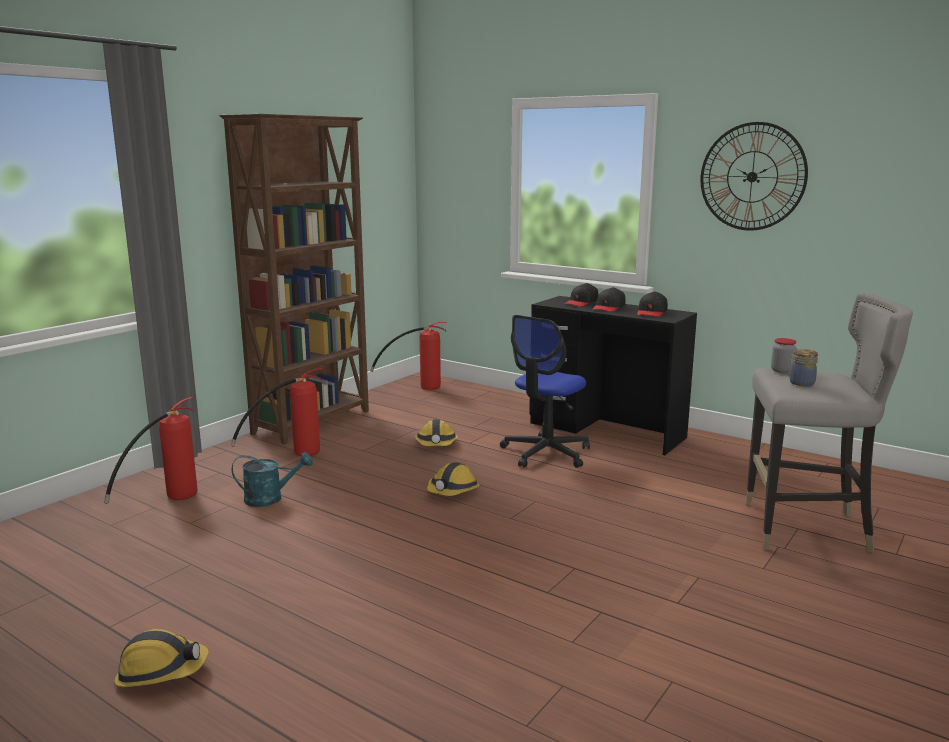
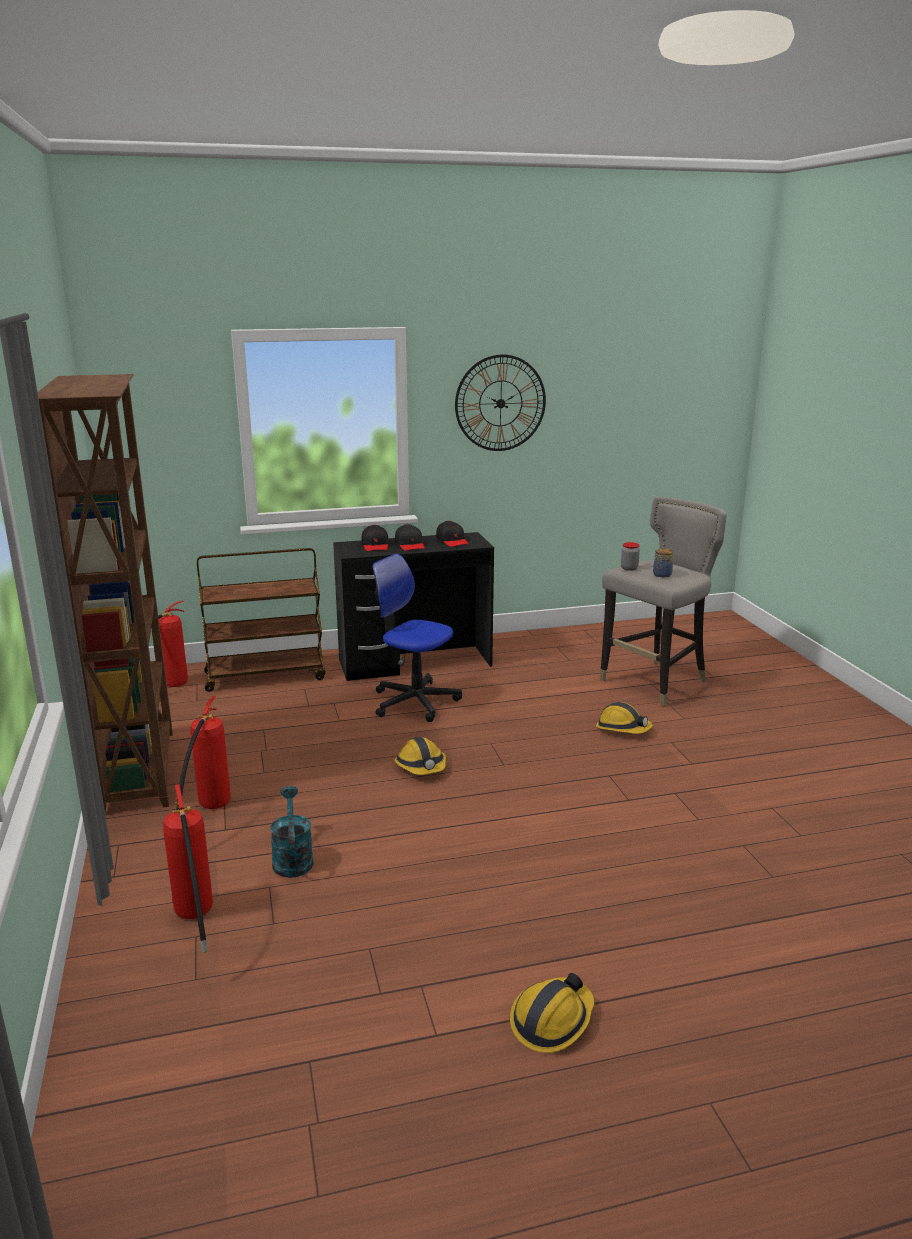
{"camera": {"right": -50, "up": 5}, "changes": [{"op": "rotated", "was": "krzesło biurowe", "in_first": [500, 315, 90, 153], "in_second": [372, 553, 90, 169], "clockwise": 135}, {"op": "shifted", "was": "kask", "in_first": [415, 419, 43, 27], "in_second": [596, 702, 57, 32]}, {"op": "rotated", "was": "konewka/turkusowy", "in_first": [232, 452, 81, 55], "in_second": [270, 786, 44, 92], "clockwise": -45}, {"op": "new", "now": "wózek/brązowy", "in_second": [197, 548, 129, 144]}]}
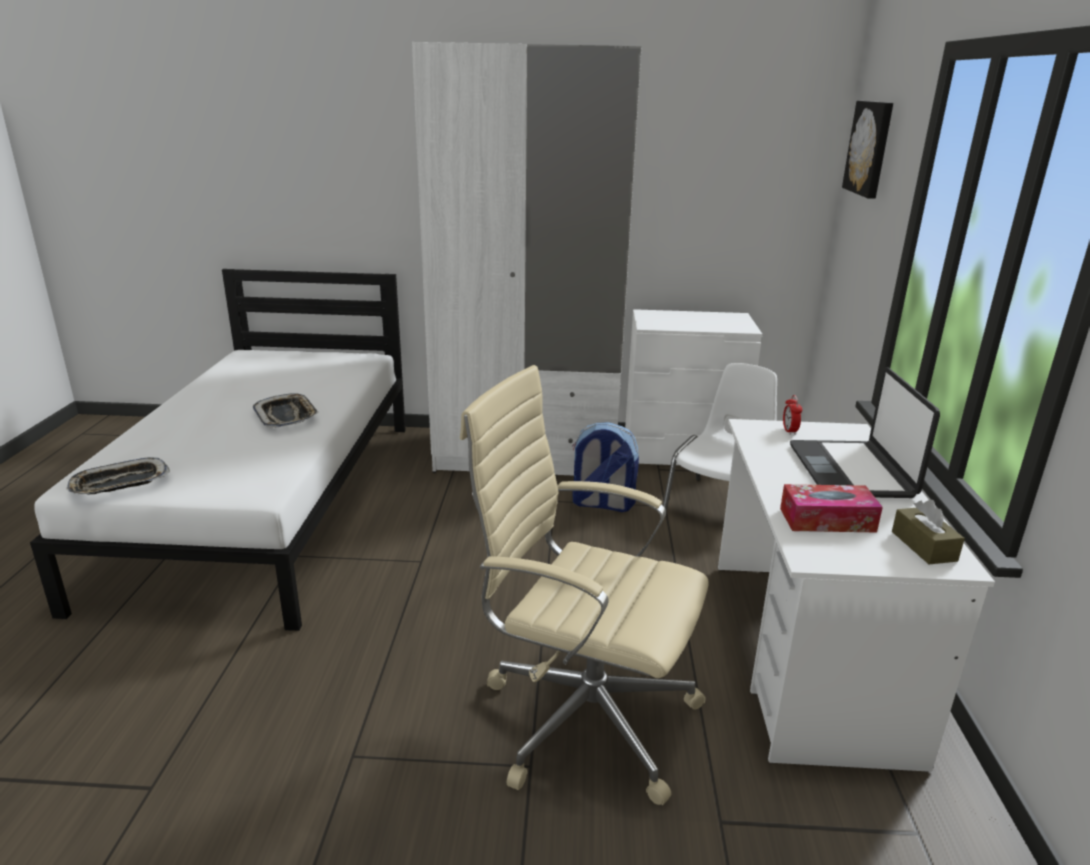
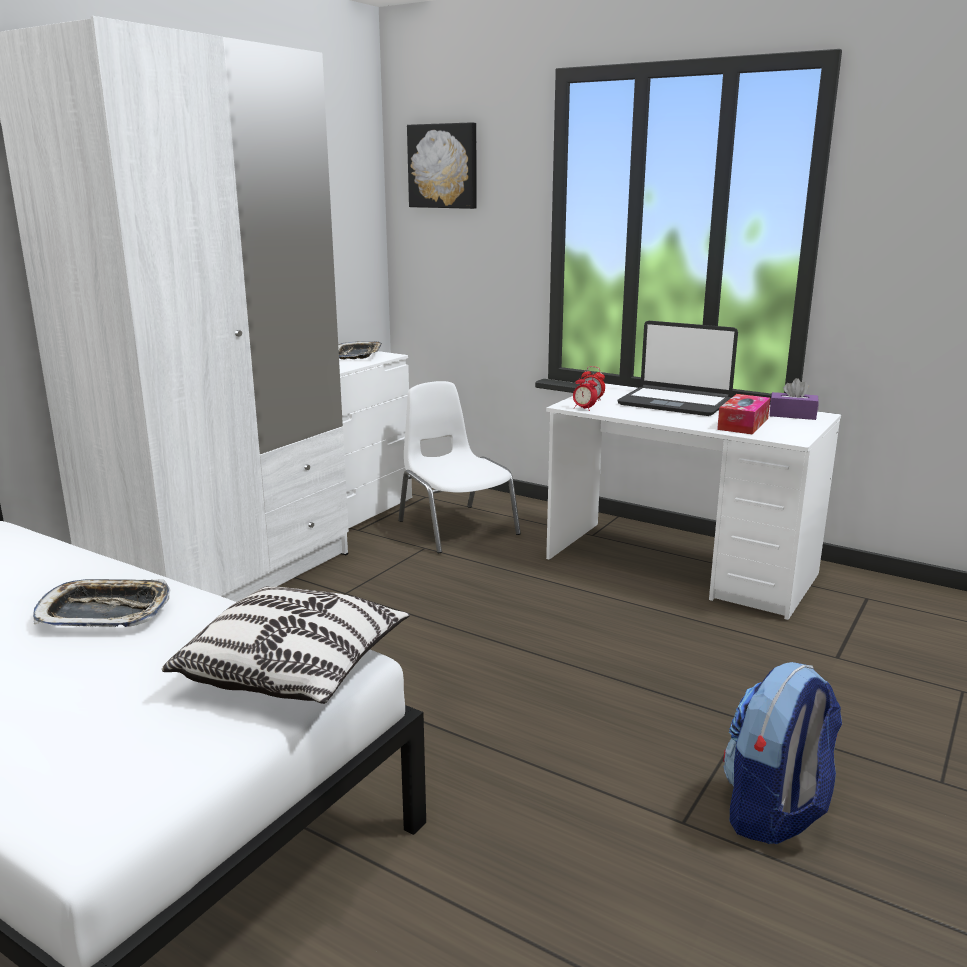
{"camera": {"right": -60, "up": -5}, "changes": [{"op": "gone", "was": "krzesło biurowe/beżowy", "in_first": [460, 365, 249, 440]}, {"op": "shifted", "was": "plecak", "in_first": [572, 422, 67, 90], "in_second": [723, 662, 119, 182]}, {"op": "shifted", "was": "taca", "in_first": [66, 457, 104, 38], "in_second": [338, 341, 44, 18]}, {"op": "repainted", "was": "pudełko chusteczek/brązowy", "now": "pudełko chusteczek/fioletowy", "in_first": [892, 499, 73, 66], "in_second": [769, 378, 50, 42]}, {"op": "new", "now": "budzik", "in_second": [573, 374, 25, 37]}, {"op": "new", "now": "poduszka", "in_second": [162, 586, 248, 118]}]}
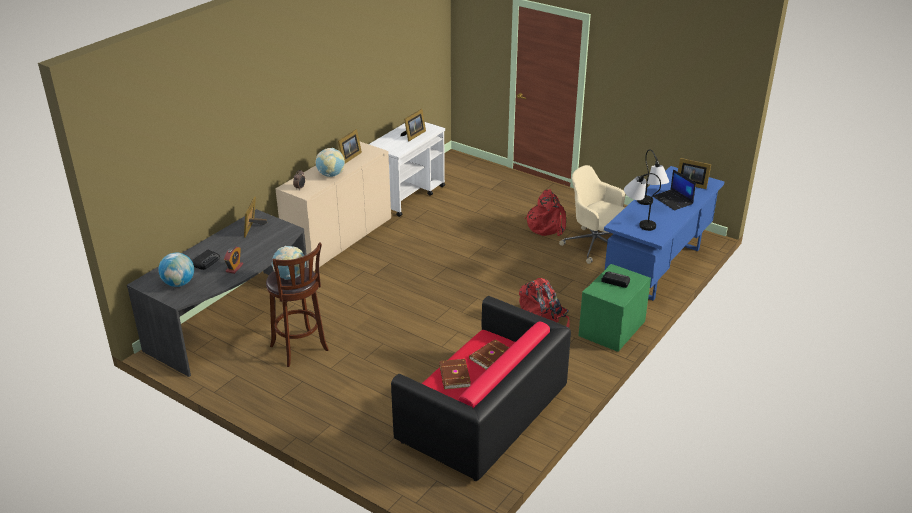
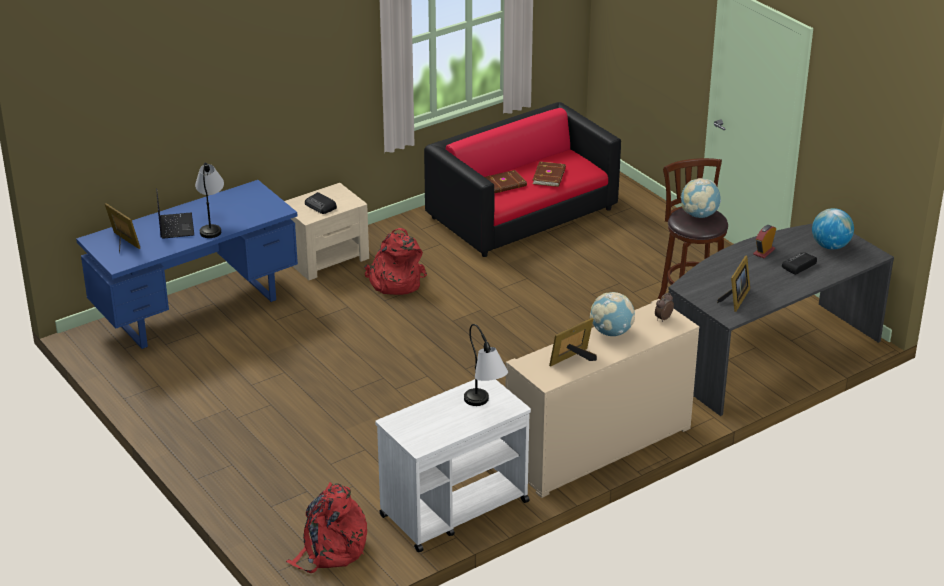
{"camera": {"right": -160, "up": 0}, "changes": [{"op": "gone", "was": "ramka na zdjęcie", "in_first": [401, 109, 25, 32]}, {"op": "gone", "was": "krzesło biurowe/beżowy", "in_first": [559, 165, 66, 99]}, {"op": "shifted", "was": "lampa stołowa", "in_first": [624, 173, 37, 58], "in_second": [464, 324, 44, 82]}, {"op": "shifted", "was": "plecak/czerwony", "in_first": [525, 189, 41, 47], "in_second": [286, 482, 81, 91]}, {"op": "repainted", "was": "szafka nocna/zielony", "now": "szafka nocna/beżowy", "in_first": [578, 264, 73, 88], "in_second": [284, 183, 85, 97]}]}
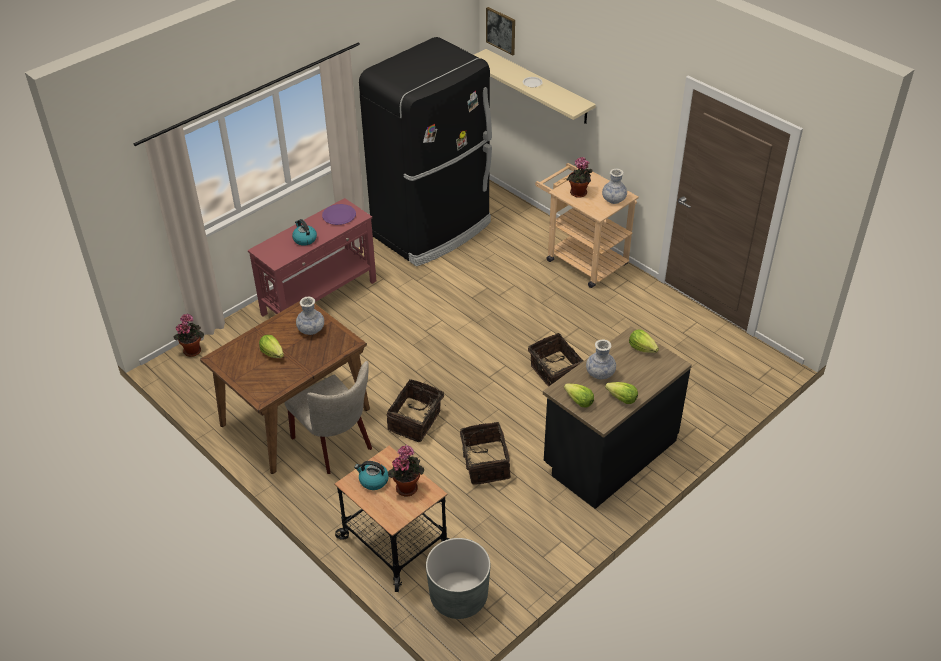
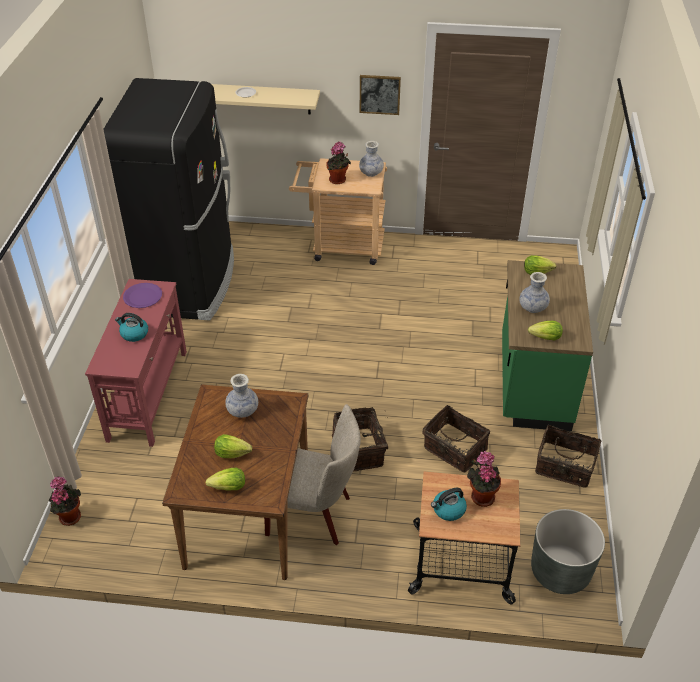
{"camera": {"right": -40, "up": 0}, "changes": [{"op": "shifted", "was": "obraz", "in_first": [486, 7, 29, 49], "in_second": [360, 75, 41, 40]}, {"op": "repainted", "was": "zabudowa kuchenna/czarny", "now": "zabudowa kuchenna/zielony", "in_first": [543, 326, 149, 183], "in_second": [502, 260, 91, 172]}, {"op": "shifted", "was": "koszyk", "in_first": [528, 333, 55, 54], "in_second": [535, 425, 66, 63]}, {"op": "shifted", "was": "sałata", "in_first": [605, 382, 33, 22], "in_second": [206, 468, 39, 23]}]}
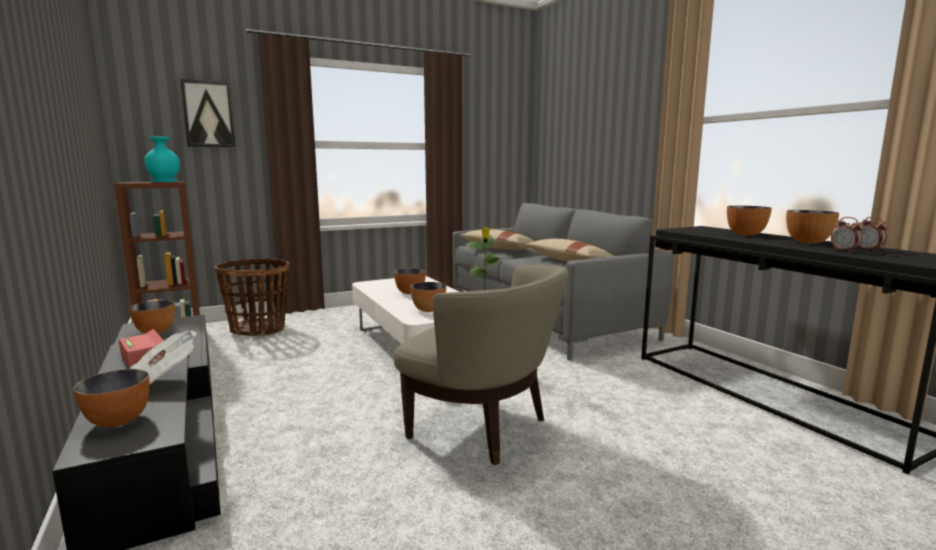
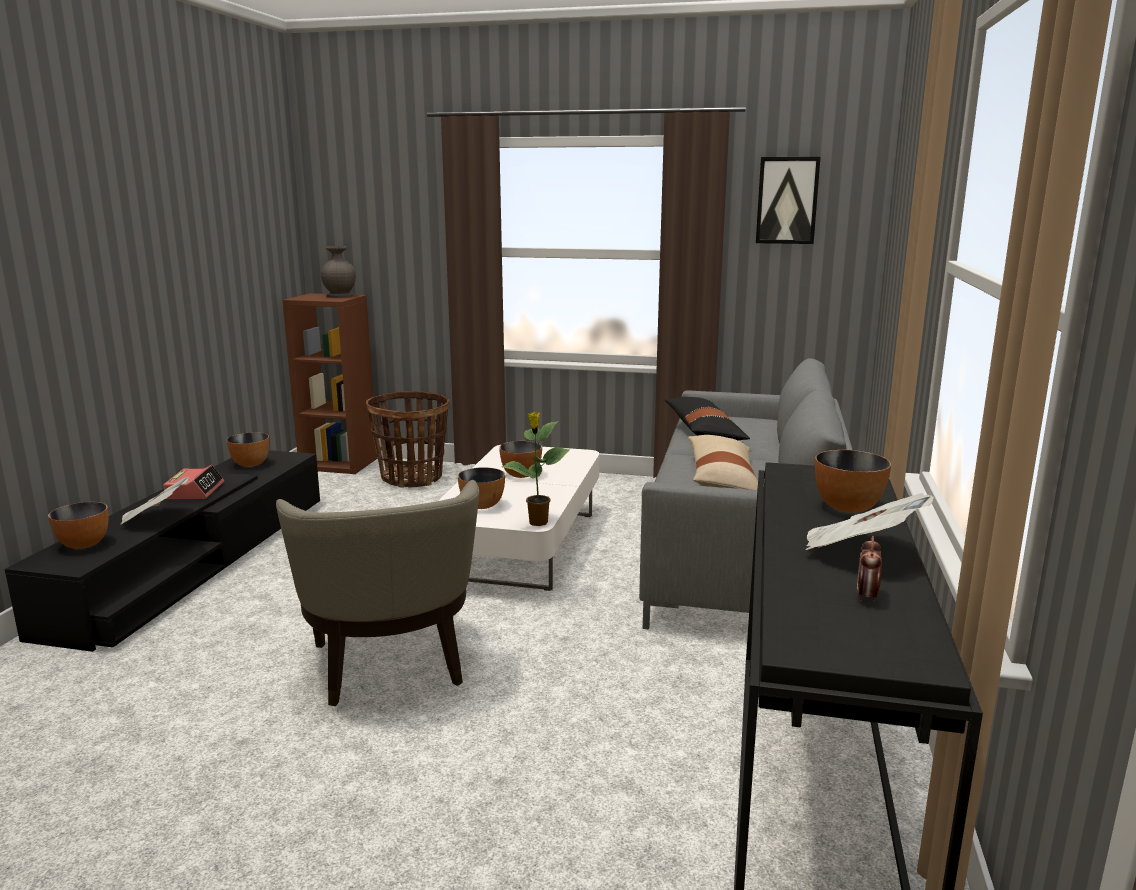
{"camera": {"right": 40, "up": 5}, "changes": [{"op": "shifted", "was": "obraz", "in_first": [180, 79, 55, 68], "in_second": [756, 157, 65, 87]}, {"op": "repainted", "was": "wazon/turkusowy", "now": "wazon/szary", "in_first": [144, 136, 36, 46], "in_second": [321, 246, 35, 52]}, {"op": "swapped", "was": "miska", "now": "gazeta", "in_first": [786, 210, 53, 34], "in_second": [805, 493, 129, 57]}, {"op": "gone", "was": "budzik", "in_first": [831, 217, 32, 35]}, {"op": "repainted", "was": "poduszka/beżowy", "now": "poduszka/czarny", "in_first": [460, 229, 75, 21], "in_second": [665, 397, 85, 44]}]}
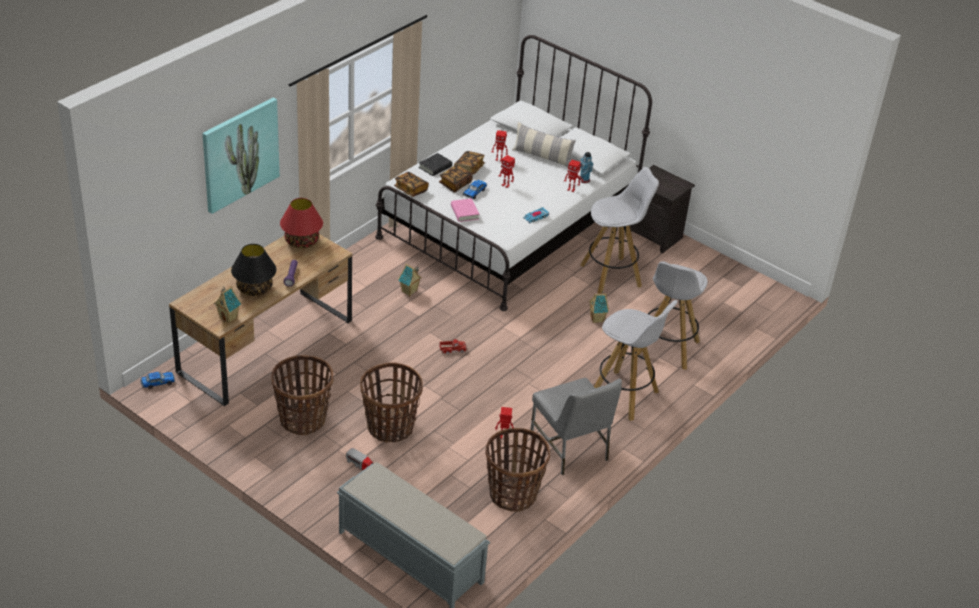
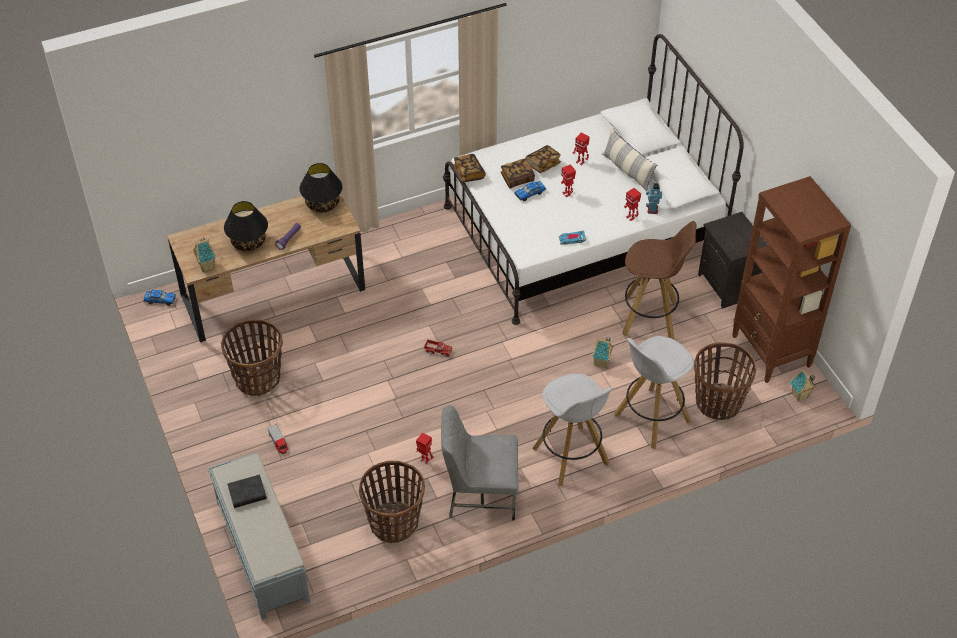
{"camera": {"right": 30, "up": 10}, "changes": [{"op": "gone", "was": "obraz", "in_first": [202, 97, 78, 117]}, {"op": "shifted", "was": "książka/czarny", "in_first": [419, 153, 33, 23], "in_second": [227, 475, 40, 33]}, {"op": "repainted", "was": "stołek/biały", "now": "stołek/brązowy", "in_first": [580, 167, 79, 127], "in_second": [622, 221, 75, 118]}, {"op": "repainted", "was": "lampa stołowa/czerwony", "now": "lampa stołowa/czarny", "in_first": [280, 198, 43, 50], "in_second": [299, 163, 44, 50]}, {"op": "gone", "was": "książka/różowy", "in_first": [451, 198, 28, 24]}, {"op": "shifted", "was": "domek", "in_first": [398, 263, 24, 33], "in_second": [790, 368, 26, 34]}, {"op": "shifted", "was": "koszyk", "in_first": [360, 362, 63, 81], "in_second": [694, 342, 63, 78]}, {"op": "rotated", "was": "krzesło/szary", "in_first": [530, 378, 92, 97], "in_second": [441, 405, 77, 115], "clockwise": 90}, {"op": "new", "now": "regał/brązowy", "in_second": [732, 176, 119, 207]}]}
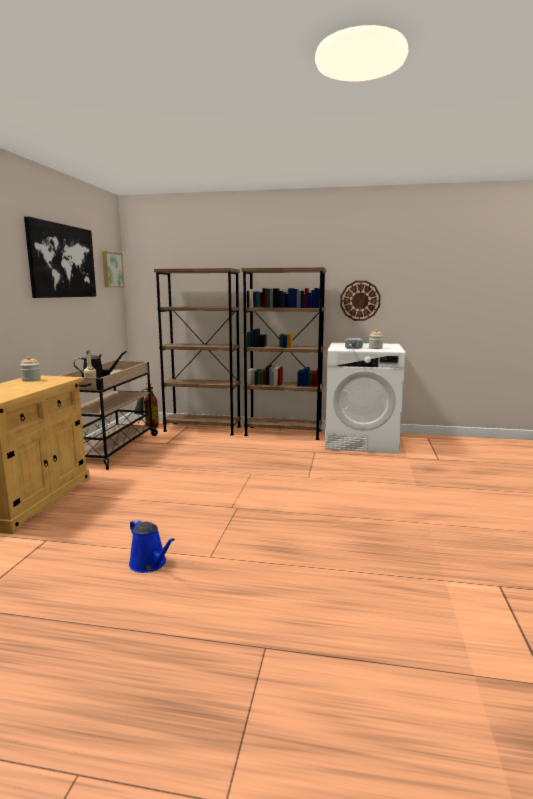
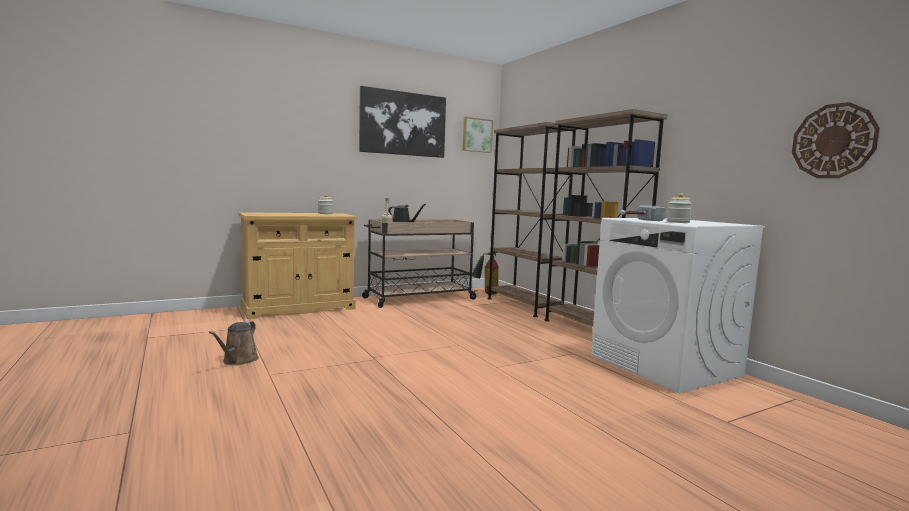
{"camera": {"right": 50, "up": -5}, "changes": [{"op": "shifted", "was": "zegar ścienny", "in_first": [340, 281, 41, 40], "in_second": [792, 102, 88, 76]}, {"op": "repainted", "was": "konewka/niebieski", "now": "konewka/brązowy", "in_first": [129, 519, 46, 54], "in_second": [209, 321, 50, 44]}]}
